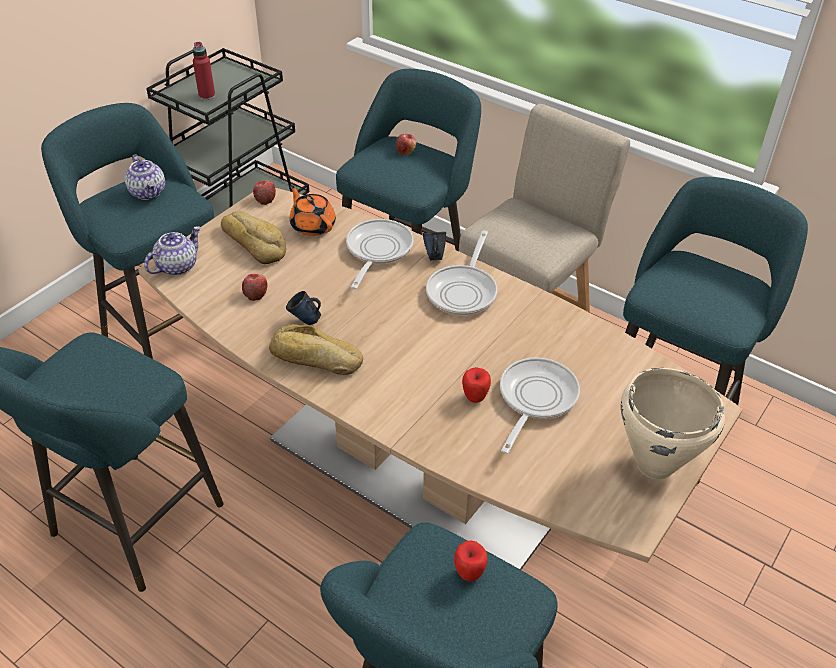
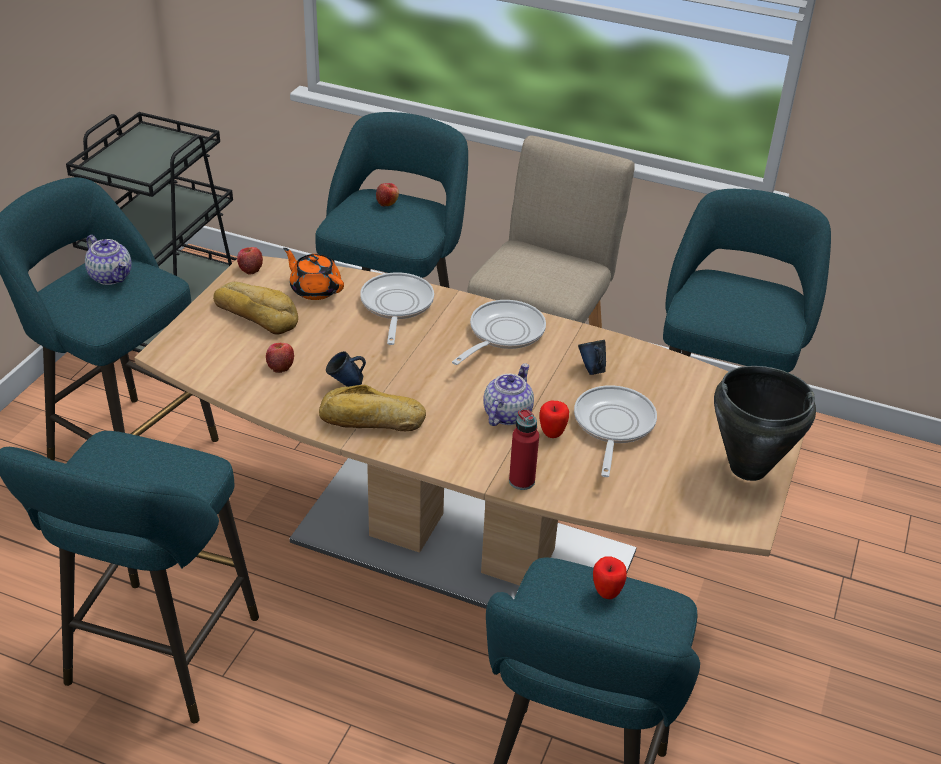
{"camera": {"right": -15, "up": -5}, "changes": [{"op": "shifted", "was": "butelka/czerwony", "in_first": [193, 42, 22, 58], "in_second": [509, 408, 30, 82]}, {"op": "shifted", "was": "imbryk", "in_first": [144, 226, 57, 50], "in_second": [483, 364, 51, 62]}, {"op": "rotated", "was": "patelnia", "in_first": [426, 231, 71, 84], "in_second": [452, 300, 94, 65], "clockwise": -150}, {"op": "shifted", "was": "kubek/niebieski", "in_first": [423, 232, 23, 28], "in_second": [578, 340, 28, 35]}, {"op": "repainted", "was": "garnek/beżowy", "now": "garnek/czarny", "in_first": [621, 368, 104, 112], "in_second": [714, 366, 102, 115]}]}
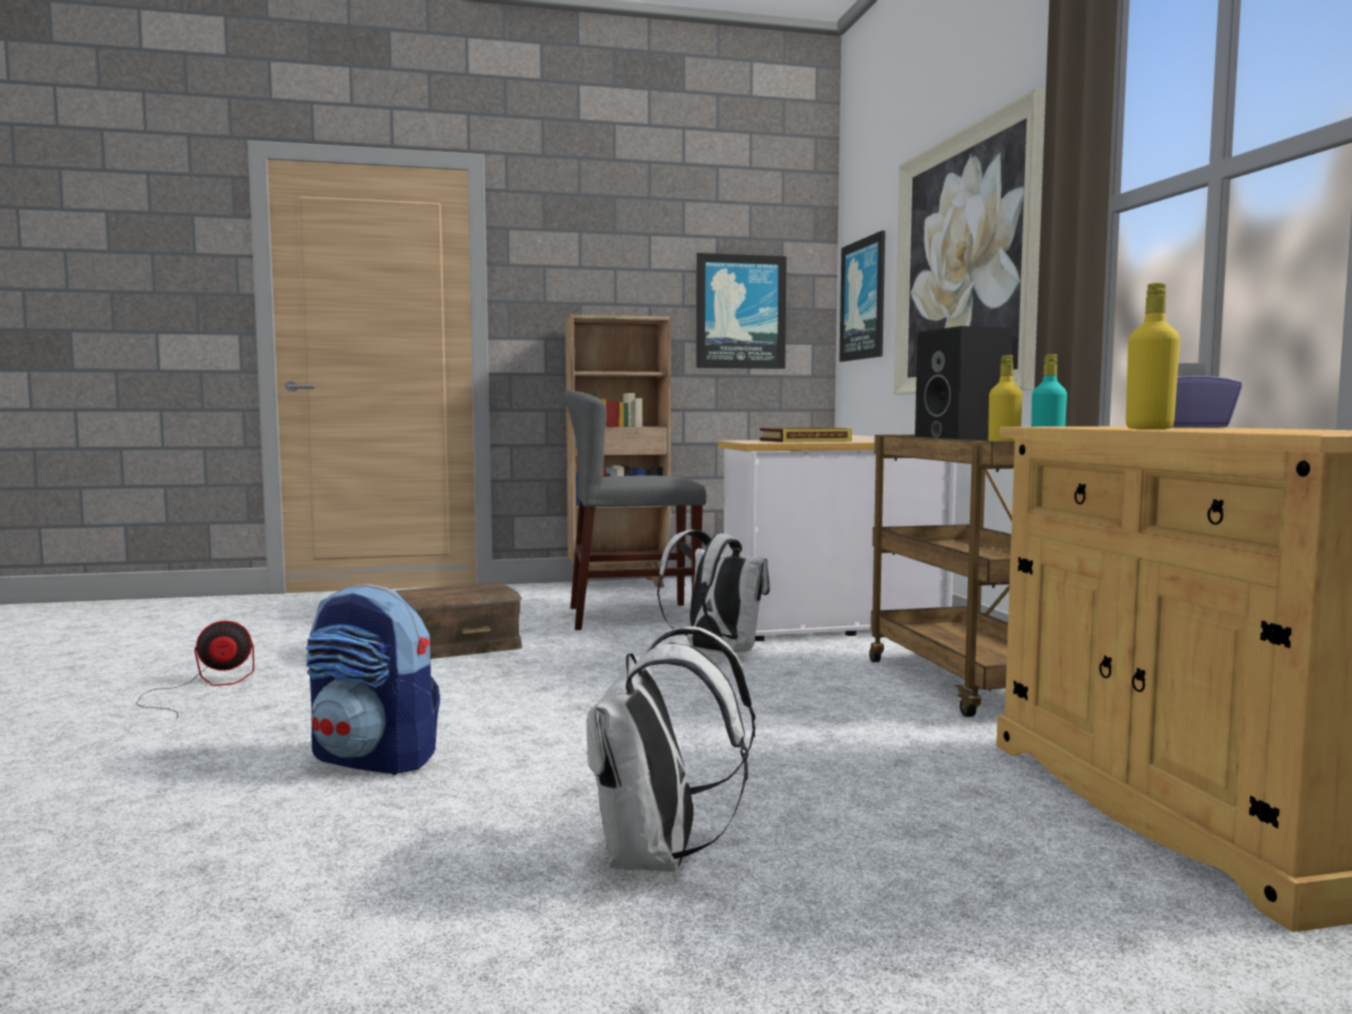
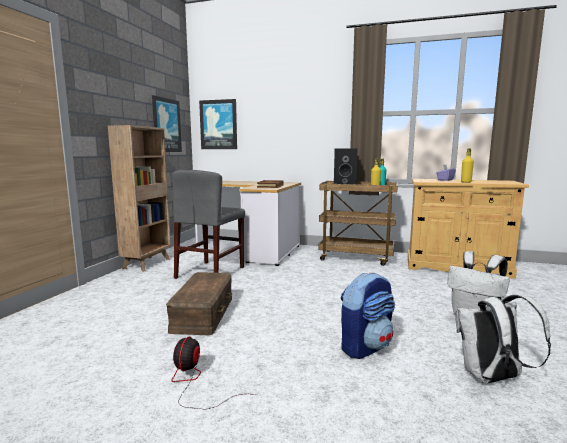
{"camera": {"right": -60, "up": 5}, "changes": [{"op": "gone", "was": "obraz", "in_first": [894, 89, 151, 305]}, {"op": "shifted", "was": "plecak/biały", "in_first": [657, 530, 113, 123], "in_second": [455, 294, 96, 90]}]}
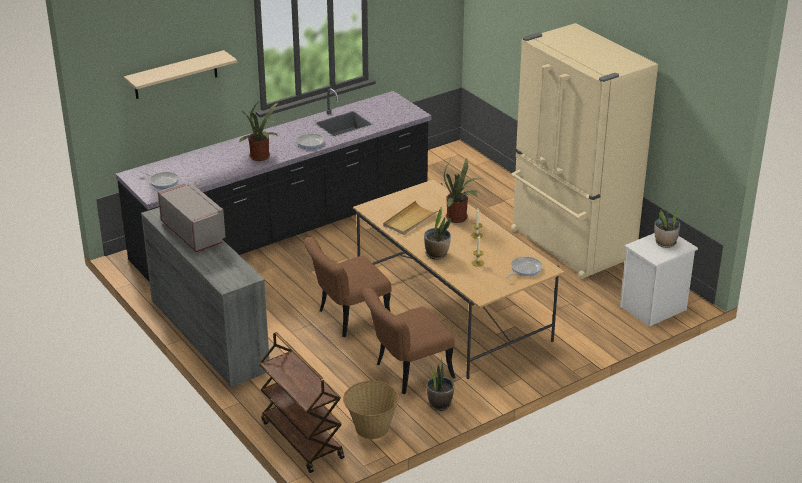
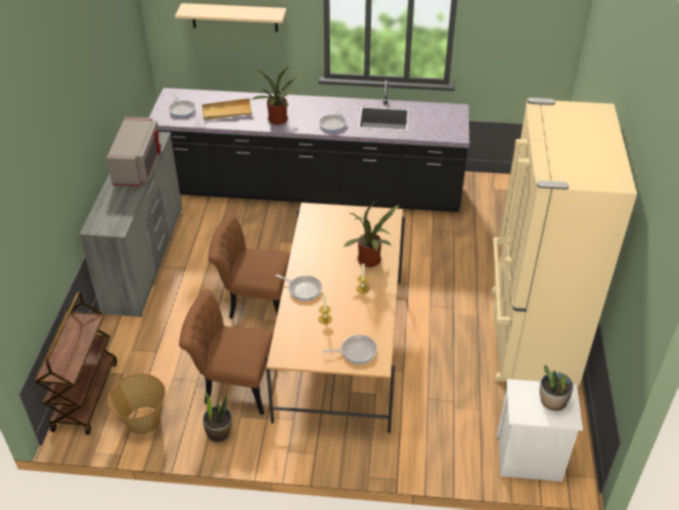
{"camera": {"right": 40, "up": 10}, "changes": [{"op": "shifted", "was": "taca/beżowy", "in_first": [383, 201, 56, 34], "in_second": [202, 98, 50, 23]}, {"op": "swapped", "was": "roślina doniczkowa", "now": "patelnia", "in_first": [424, 207, 27, 53], "in_second": [276, 274, 46, 27]}]}
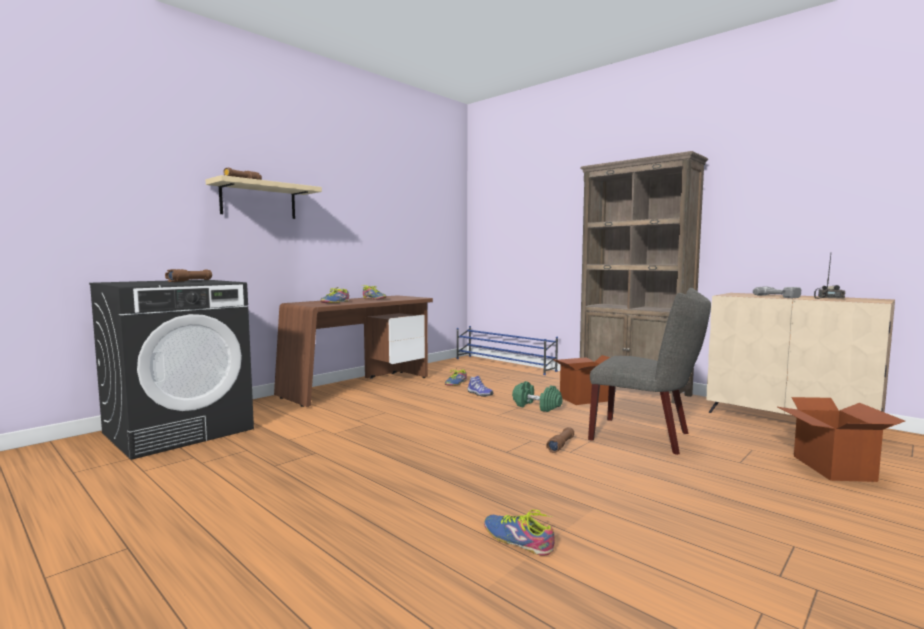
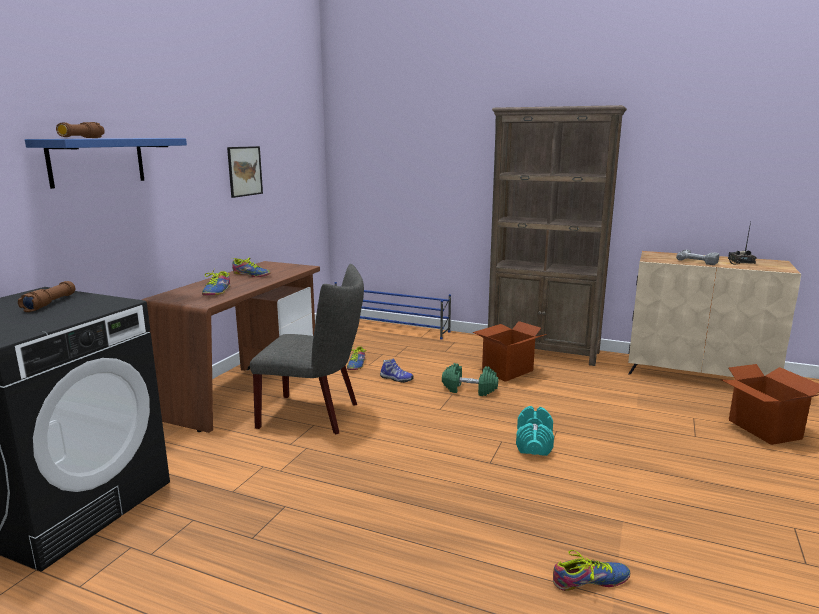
{"camera": {"right": -20, "up": 10}, "changes": [{"op": "repainted", "was": "półka/beżowy", "now": "półka/niebieski", "in_first": [206, 175, 116, 44], "in_second": [25, 138, 162, 51]}, {"op": "shifted", "was": "krzesło/szary", "in_first": [588, 288, 123, 167], "in_second": [250, 264, 114, 170]}, {"op": "swapped", "was": "latarka/brązowy", "now": "hantel/turkusowy", "in_first": [546, 427, 28, 26], "in_second": [516, 406, 38, 50]}, {"op": "rotated", "was": "but", "in_first": [484, 510, 71, 46], "in_second": [553, 550, 77, 41], "clockwise": 150}, {"op": "new", "now": "obraz", "in_second": [227, 146, 36, 52]}]}
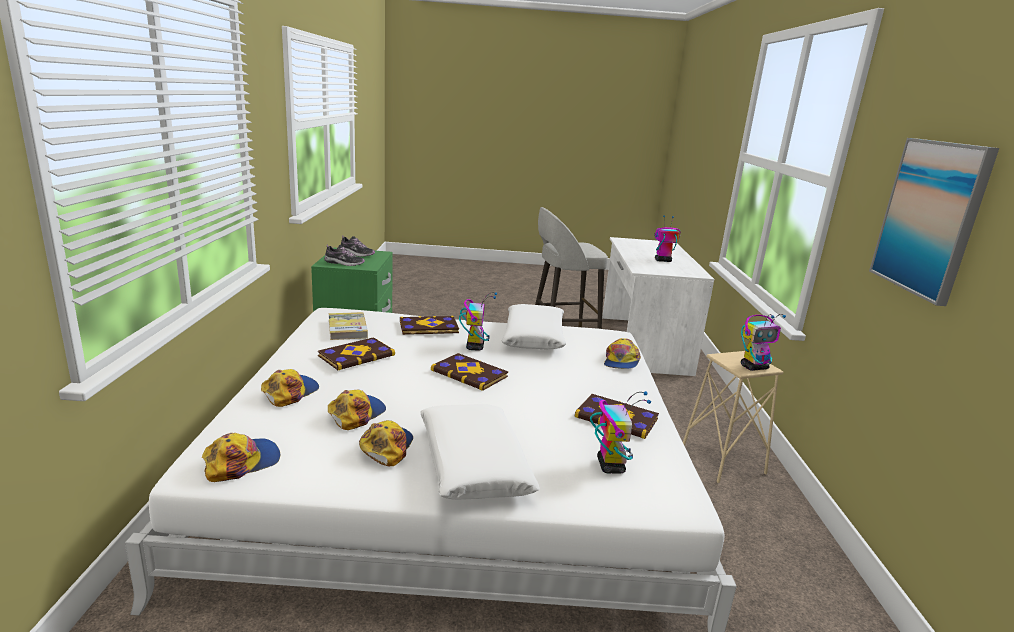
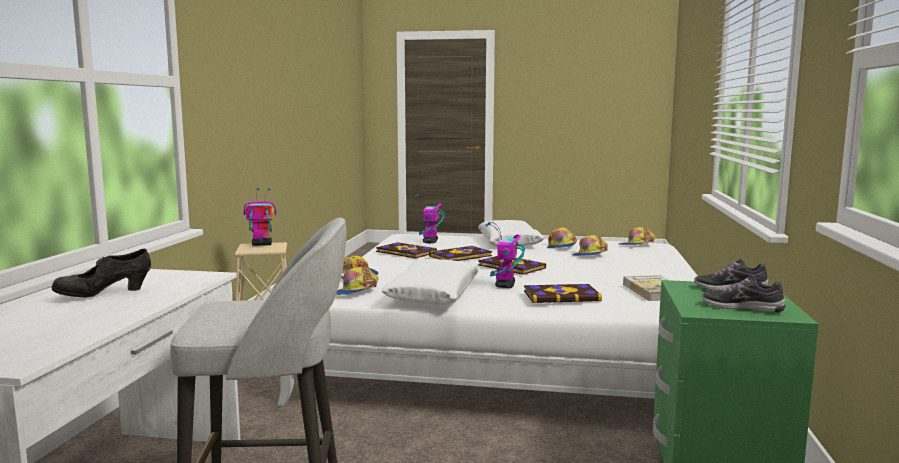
{"camera": {"right": -170, "up": -10}, "changes": [{"op": "gone", "was": "obraz", "in_first": [869, 138, 130, 168]}, {"op": "swapped", "was": "robot zabawkowy", "now": "but/czarny", "in_first": [654, 215, 26, 47], "in_second": [51, 249, 100, 48]}, {"op": "shifted", "was": "książka", "in_first": [318, 337, 77, 33], "in_second": [429, 245, 63, 16]}, {"op": "shifted", "was": "czapka z daszkiem", "in_first": [261, 369, 58, 38], "in_second": [336, 267, 42, 28]}]}
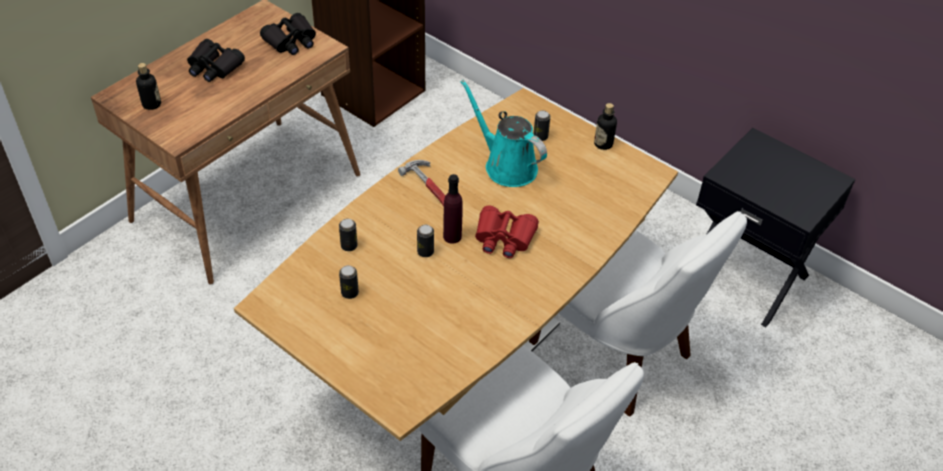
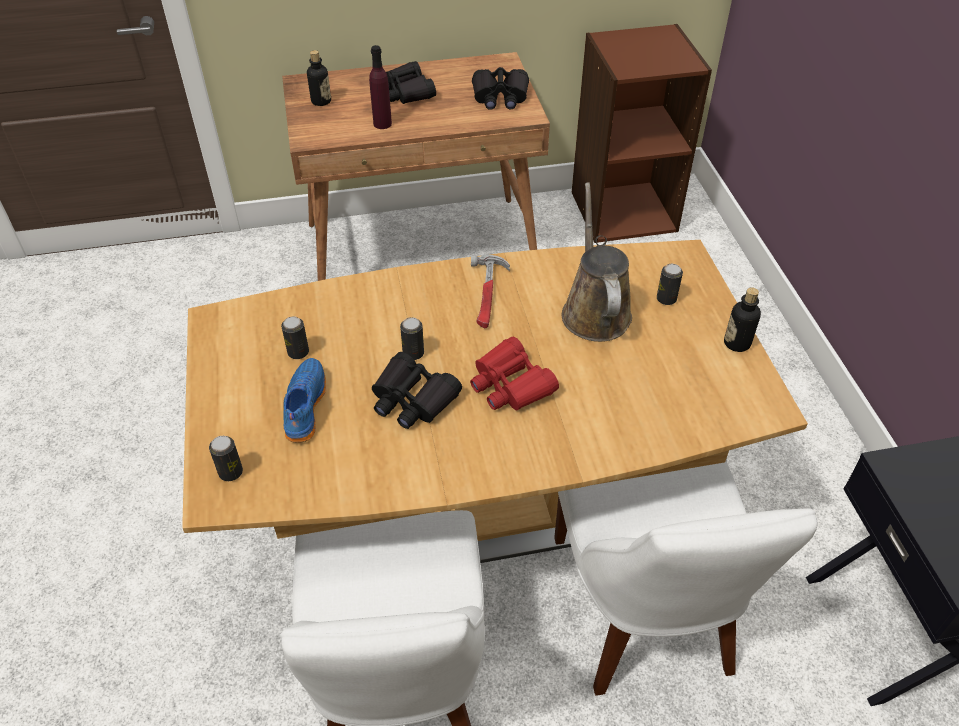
{"camera": {"right": 40, "up": 0}, "changes": [{"op": "repainted", "was": "konewka/turkusowy", "now": "konewka/brązowy", "in_first": [460, 80, 87, 107], "in_second": [562, 182, 70, 160]}, {"op": "shifted", "was": "butelka/fioletowy", "in_first": [443, 174, 20, 70], "in_second": [369, 45, 23, 84]}, {"op": "shifted", "was": "puszka", "in_first": [339, 219, 19, 32], "in_second": [209, 436, 34, 45]}, {"op": "new", "now": "lornetka/czarny", "in_second": [372, 352, 90, 77]}, {"op": "new", "now": "but/niebieski", "in_second": [283, 358, 43, 85]}]}
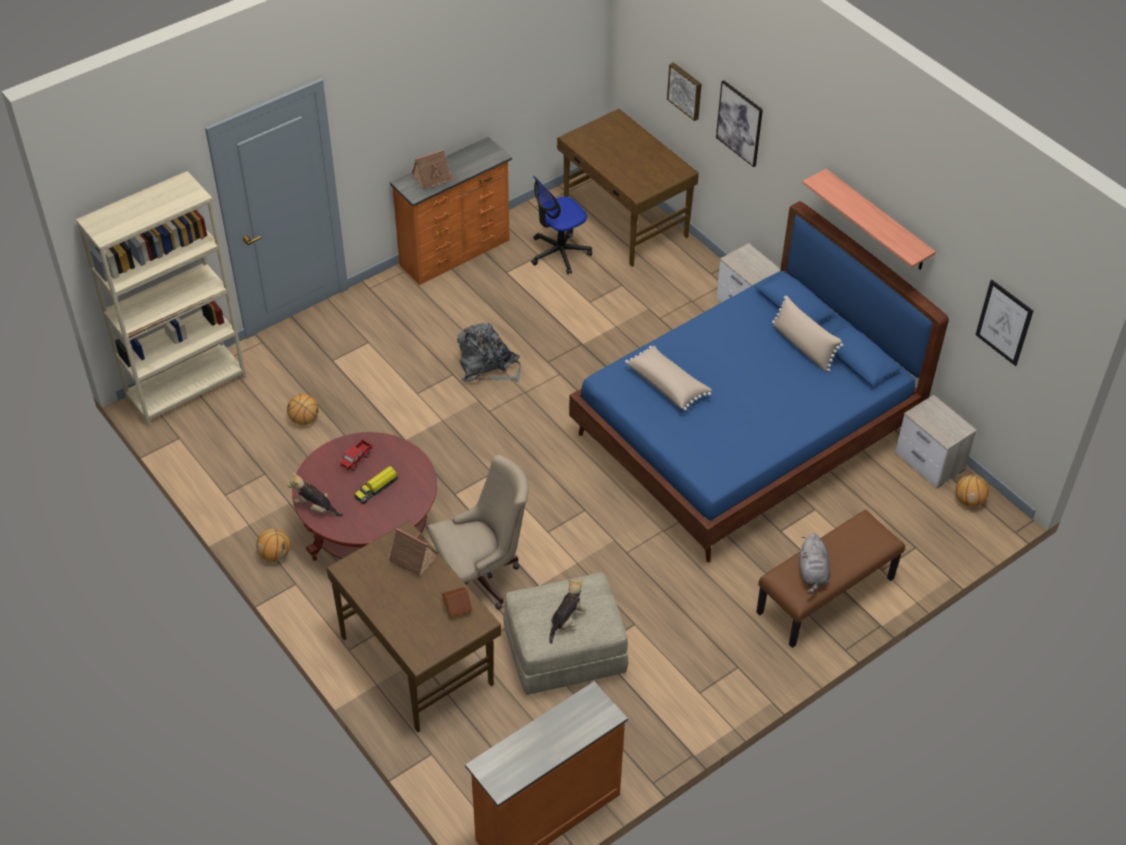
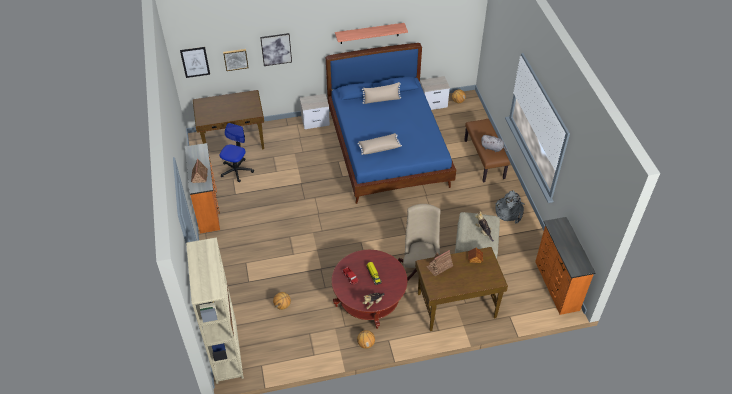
{"camera": {"right": -65, "up": 0}, "changes": [{"op": "rotated", "was": "krzesło biurowe", "in_first": [531, 176, 61, 98], "in_second": [219, 123, 35, 59], "clockwise": -150}, {"op": "shifted", "was": "obraz", "in_first": [976, 280, 57, 86], "in_second": [180, 47, 30, 31]}, {"op": "shifted", "was": "plecak/szary", "in_first": [457, 323, 64, 59], "in_second": [495, 190, 30, 34]}]}
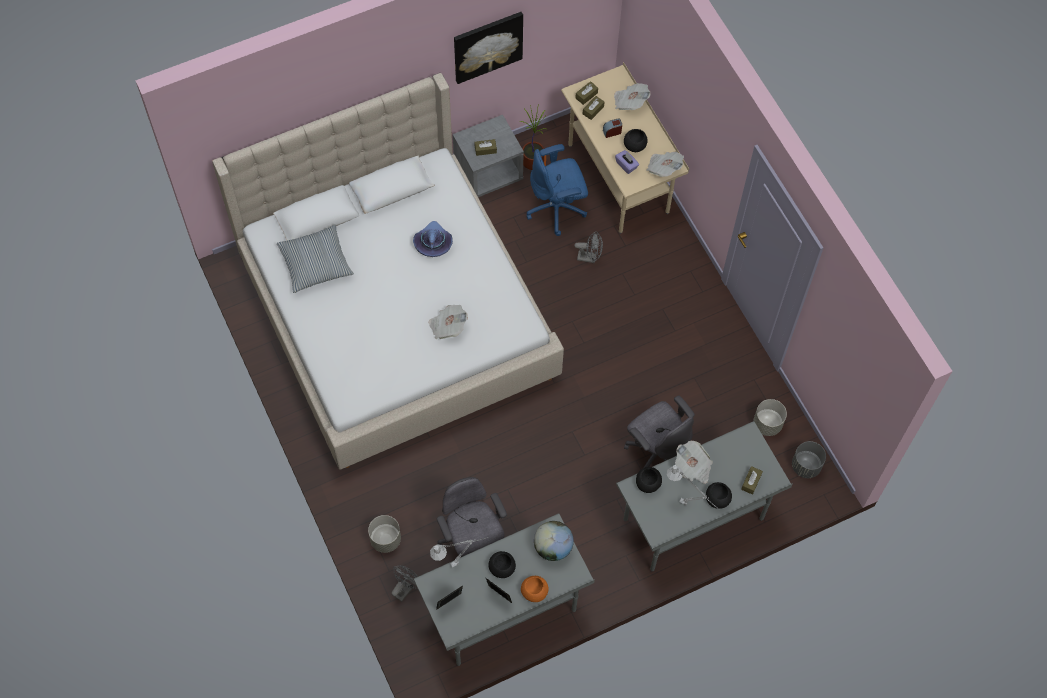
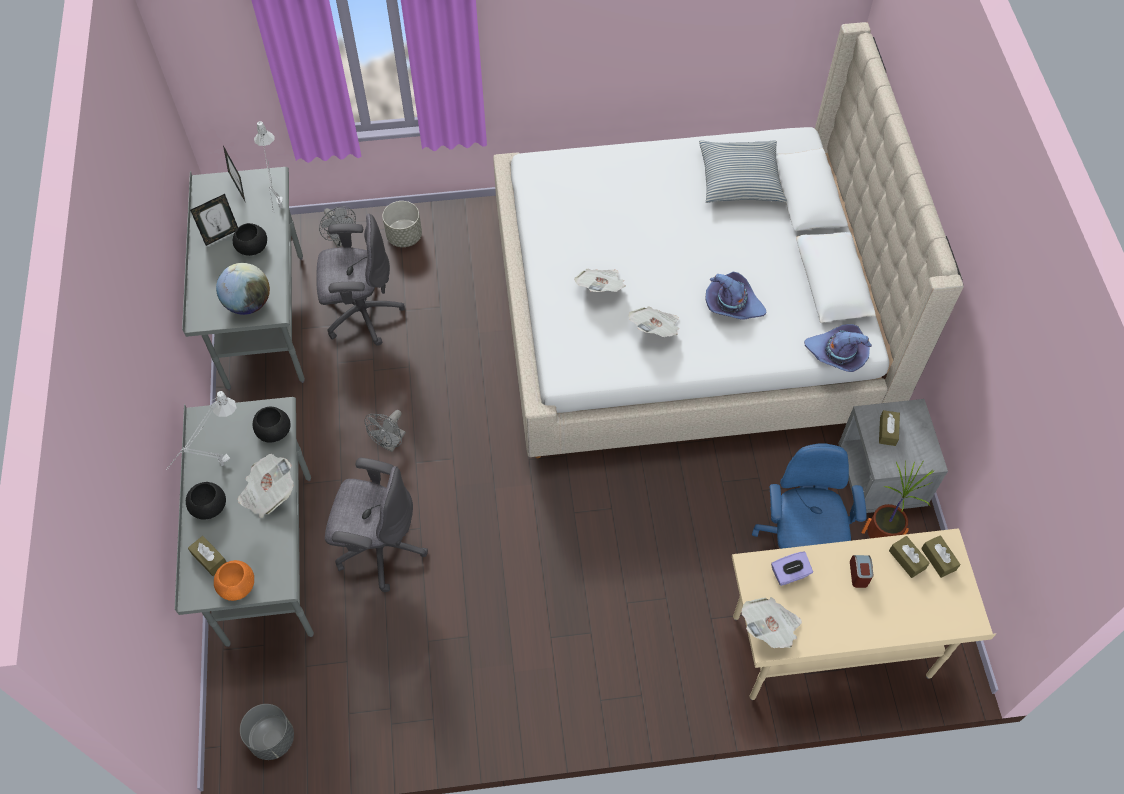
{"camera": {"right": 110, "up": -5}, "changes": [{"op": "gone", "was": "obraz", "in_first": [454, 12, 69, 72]}, {"op": "shifted", "was": "gazeta", "in_first": [614, 83, 37, 27], "in_second": [629, 306, 50, 31]}, {"op": "gone", "was": "miska/czarny", "in_first": [624, 129, 24, 23]}, {"op": "shifted", "was": "wentylator/szary", "in_first": [574, 231, 29, 32], "in_second": [364, 410, 42, 42]}, {"op": "rotated", "was": "krzesło biurowe/szary", "in_first": [624, 395, 71, 73], "in_second": [325, 458, 103, 134], "clockwise": -150}, {"op": "gone", "was": "donica/szary", "in_first": [753, 399, 34, 37]}, {"op": "shifted", "was": "miska/pomarańczowy", "in_first": [521, 576, 27, 26], "in_second": [214, 560, 40, 41]}, {"op": "new", "now": "kapelusz/fioletowy", "in_second": [804, 324, 68, 48]}]}
